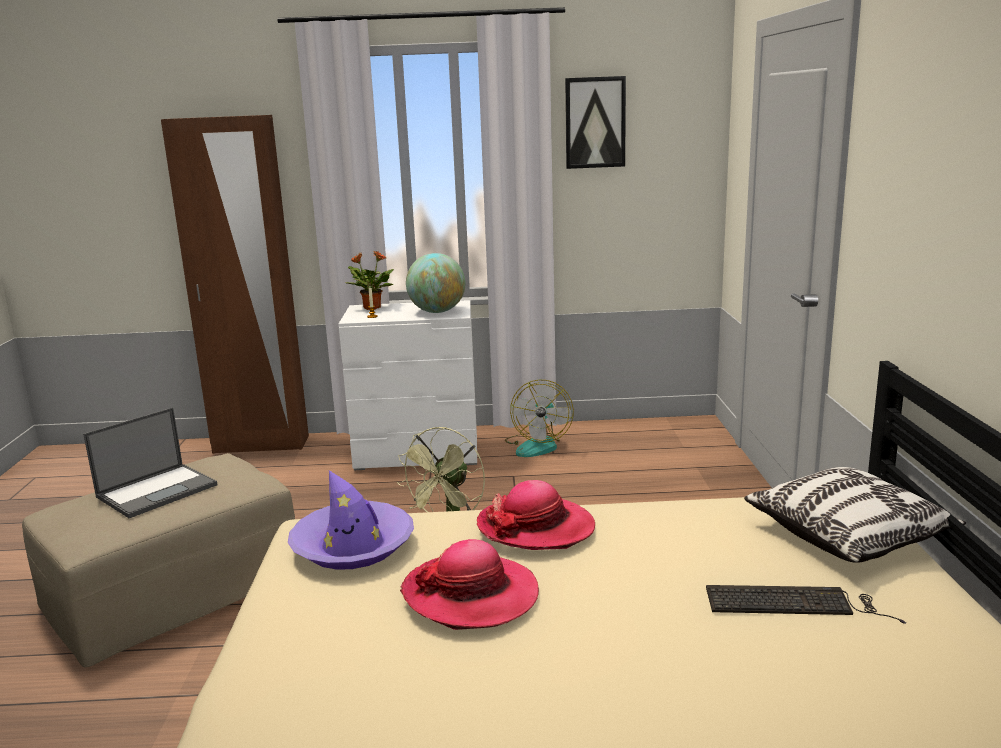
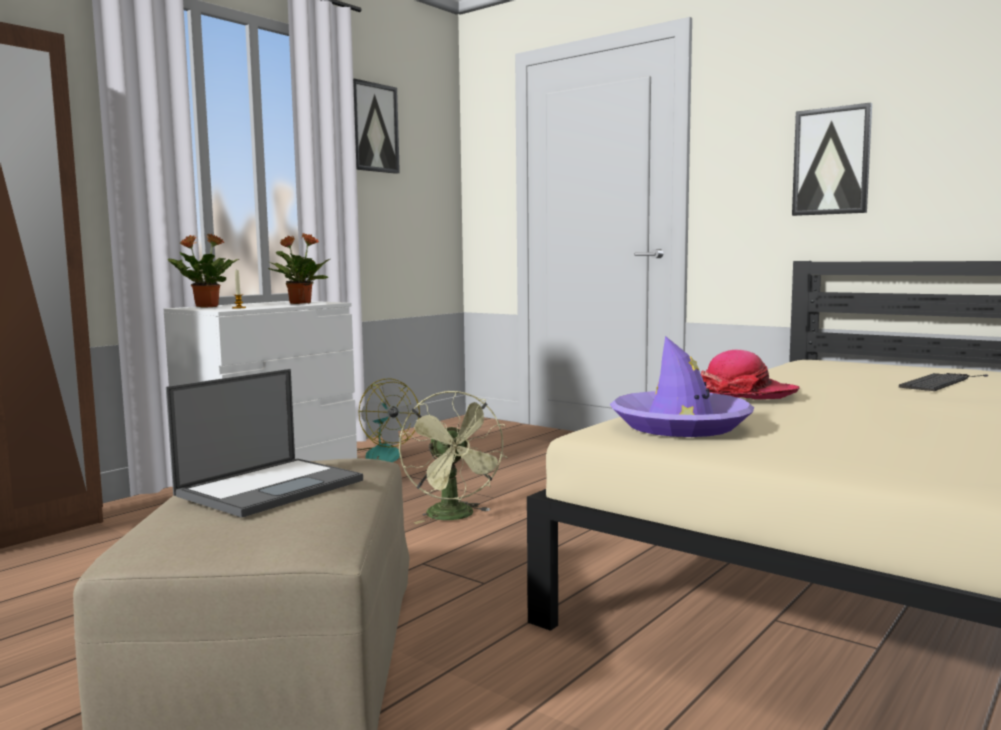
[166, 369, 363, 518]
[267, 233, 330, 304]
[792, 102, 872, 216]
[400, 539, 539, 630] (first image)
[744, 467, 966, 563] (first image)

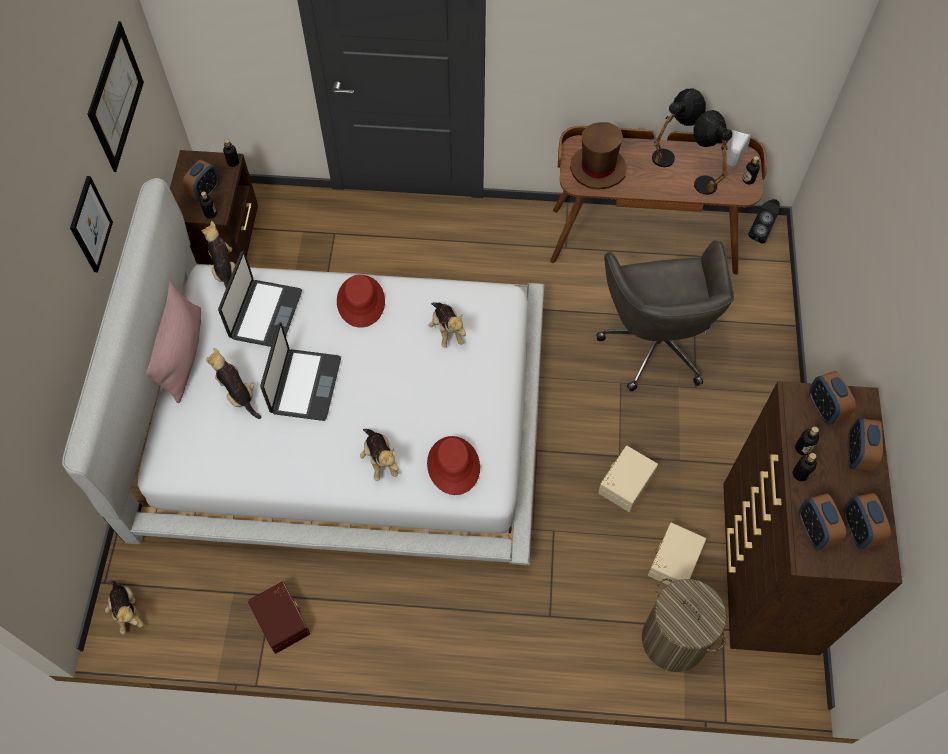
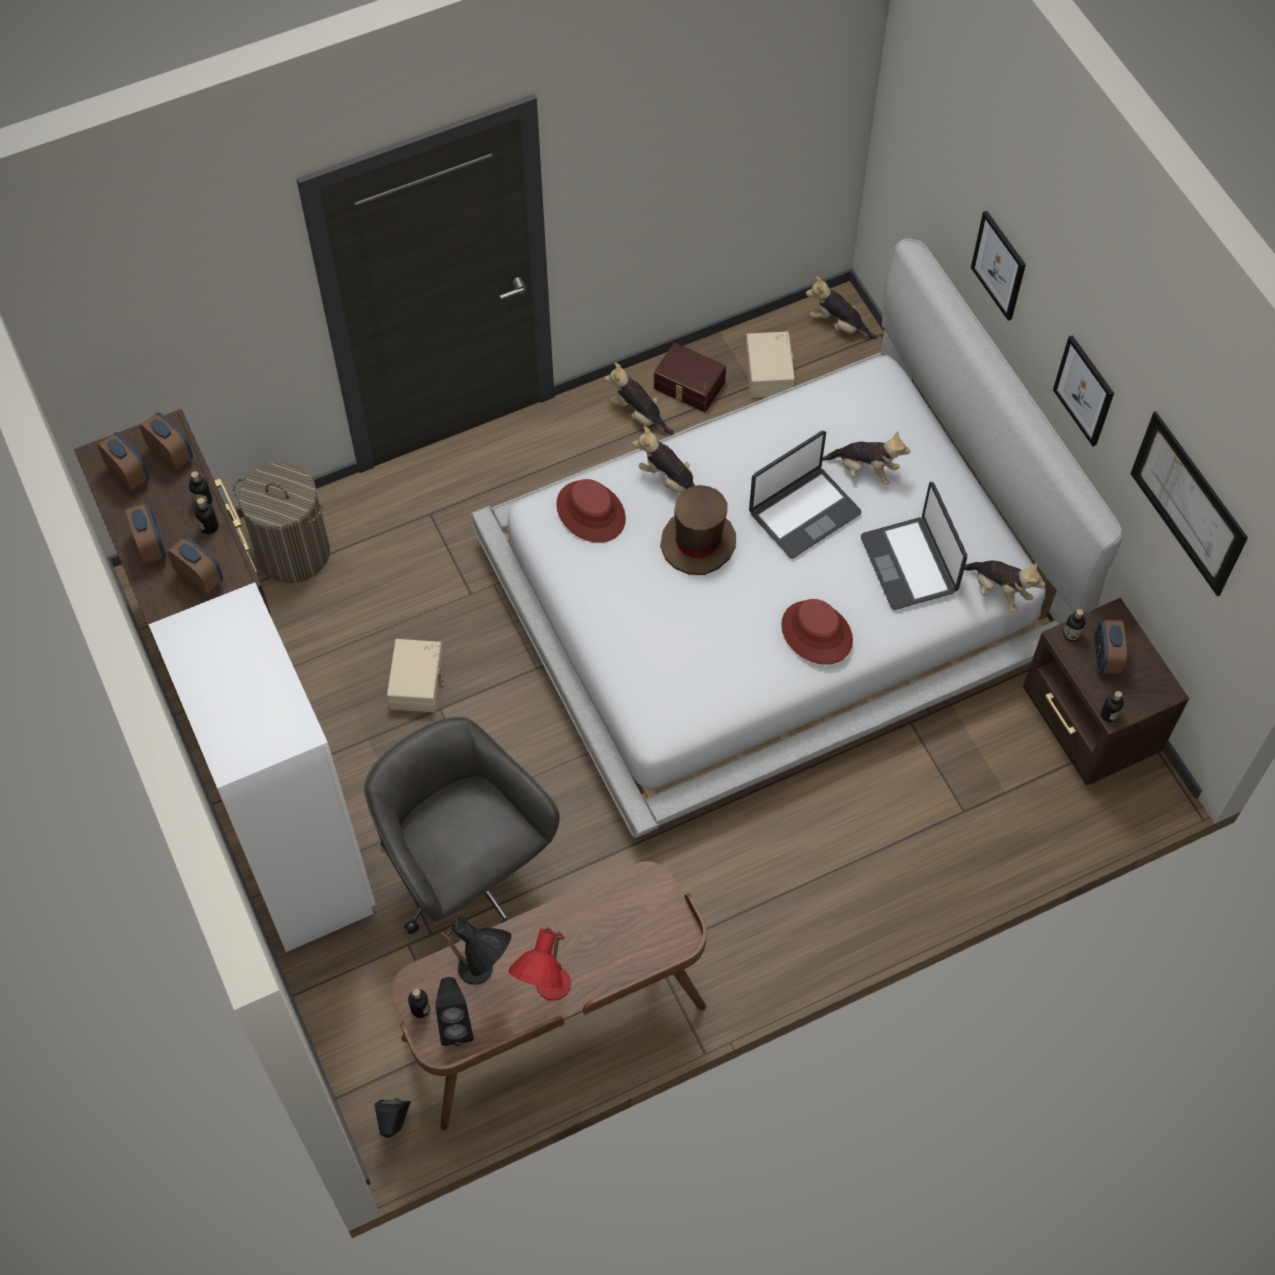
[149, 582, 376, 952]
[435, 977, 474, 1047]
[508, 928, 571, 1001]
[605, 362, 674, 435]
[660, 485, 736, 575]
[745, 331, 795, 398]
[749, 430, 862, 558]
[971, 211, 1026, 321]
[146, 280, 201, 403] (first image)

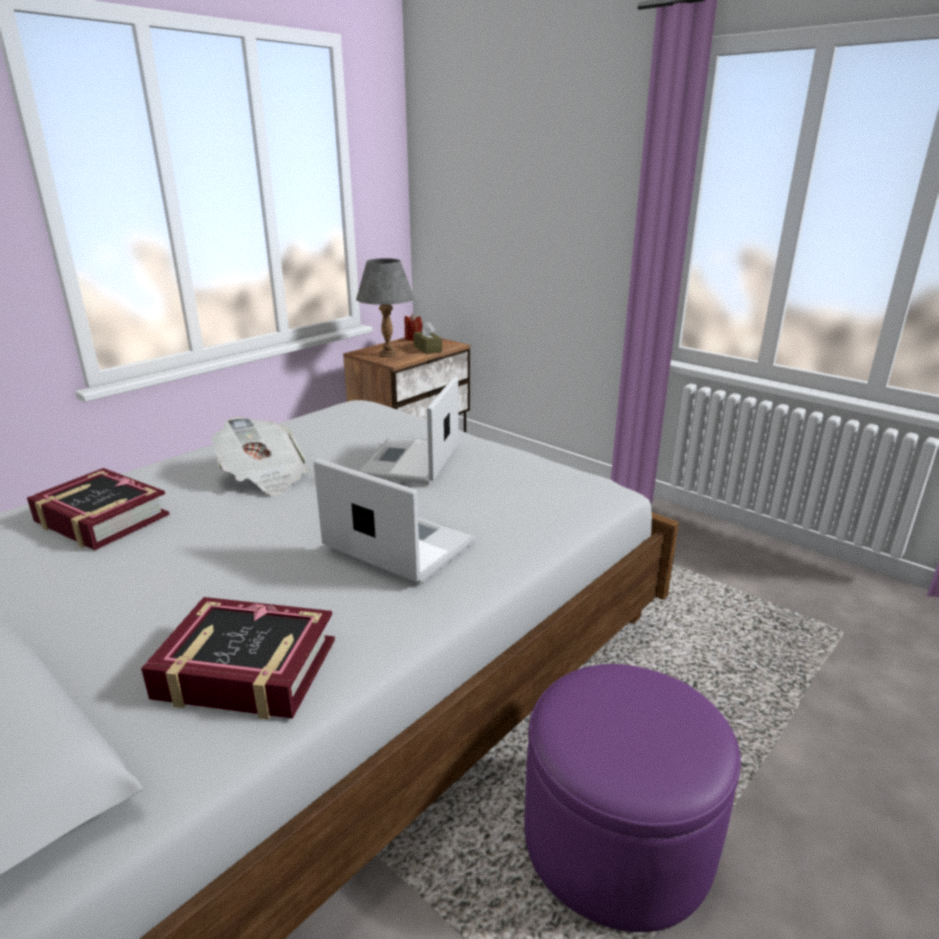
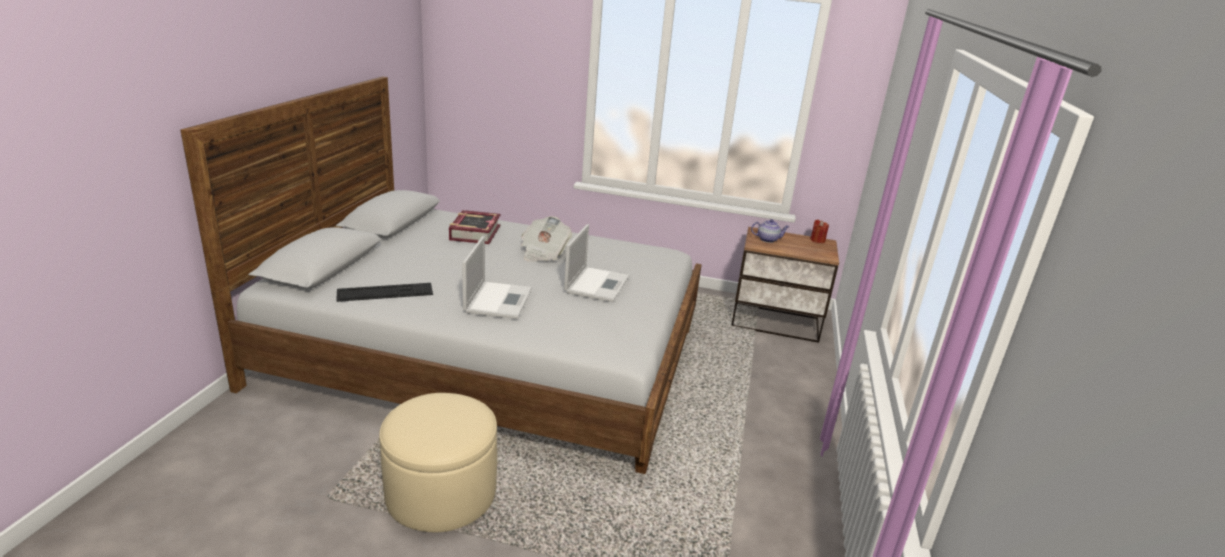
[336, 283, 433, 302]
[379, 393, 497, 532]
[564, 224, 630, 302]
[751, 219, 789, 243]
[413, 321, 442, 354] (first image)

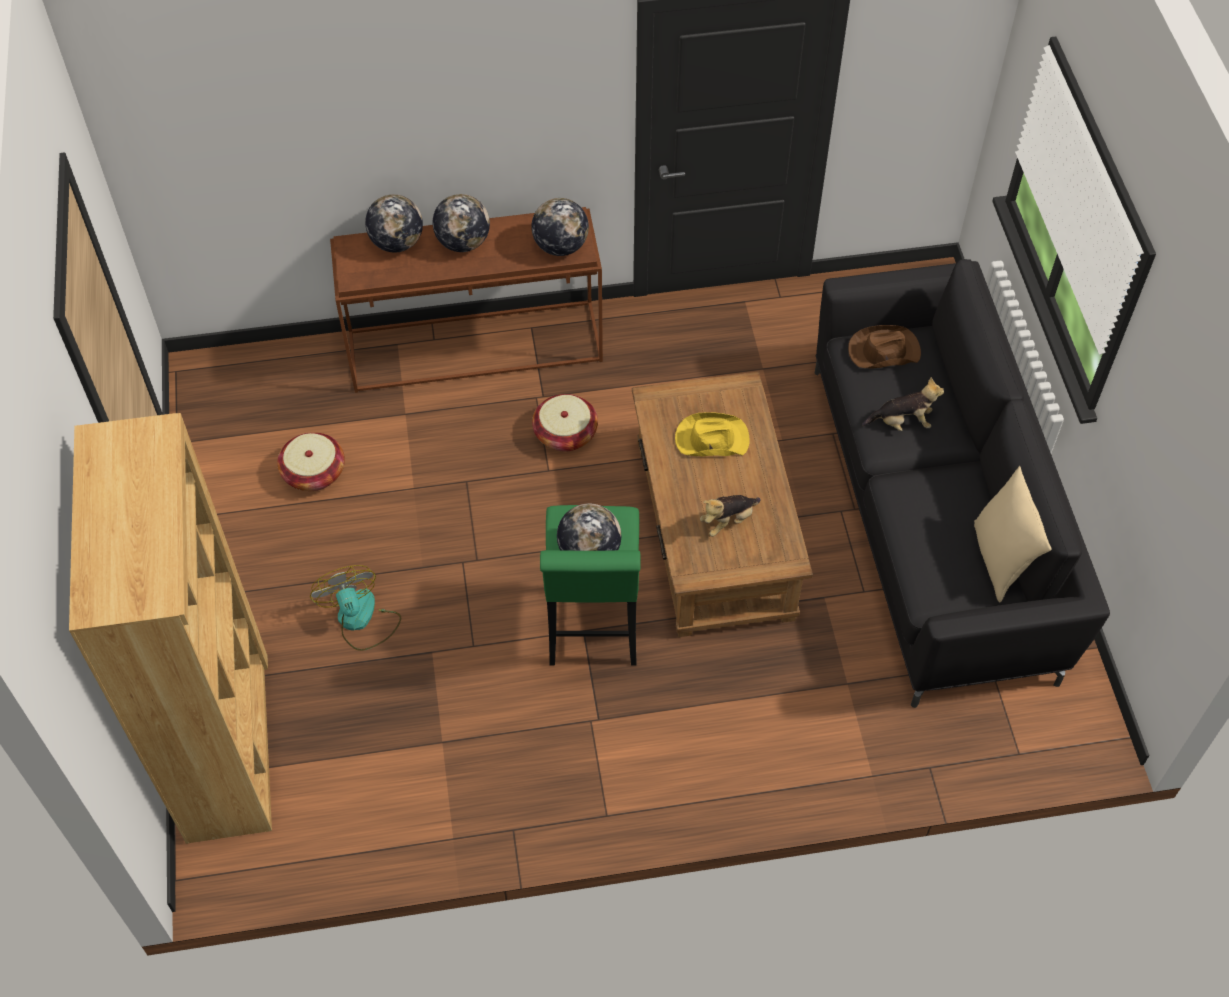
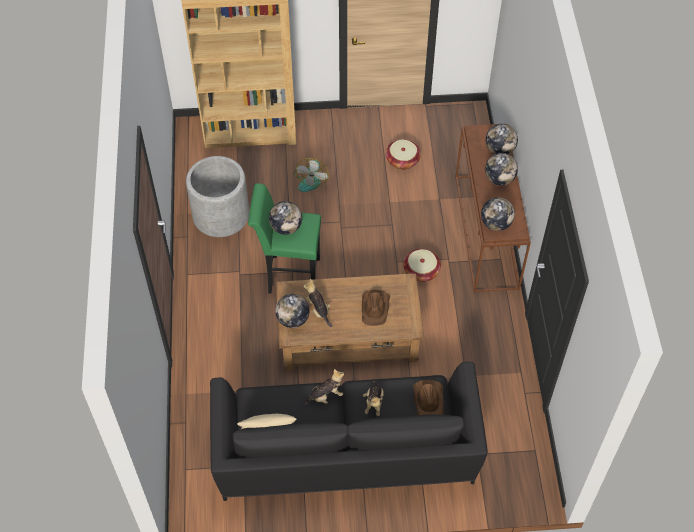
[186, 156, 249, 237]
[275, 294, 310, 328]
[294, 158, 329, 192]
[304, 369, 344, 407]
[362, 290, 390, 326]

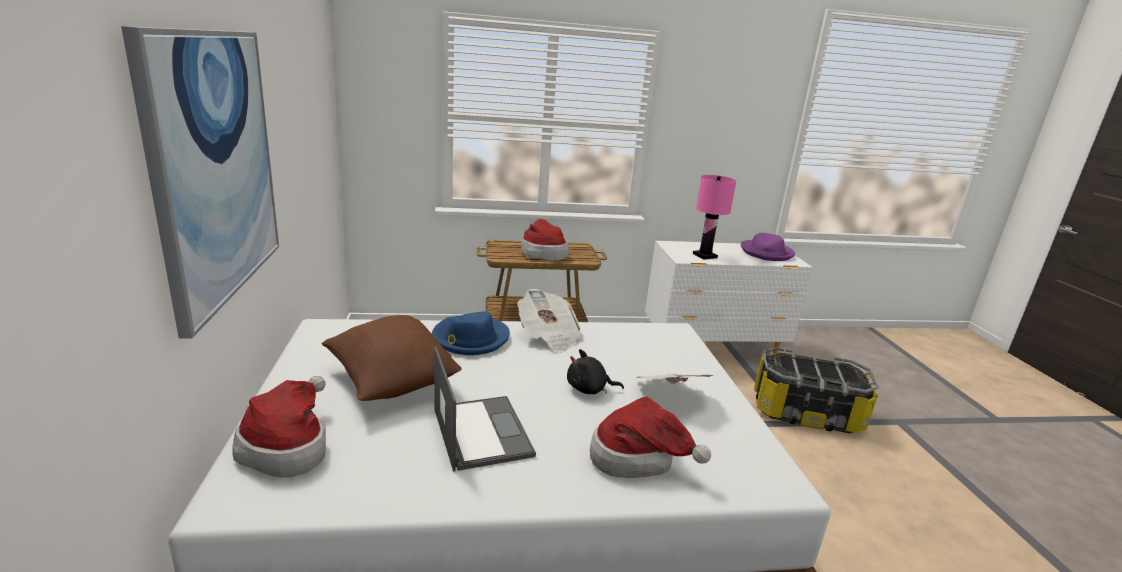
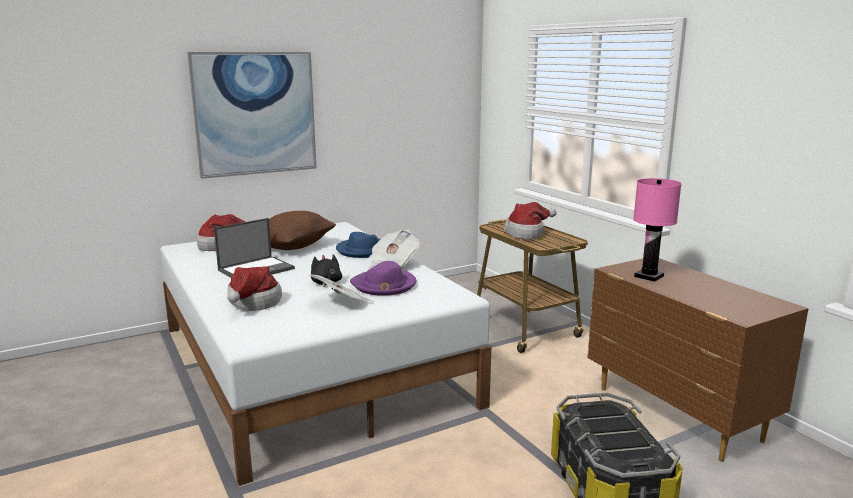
[350, 261, 416, 296]
[587, 258, 809, 462]

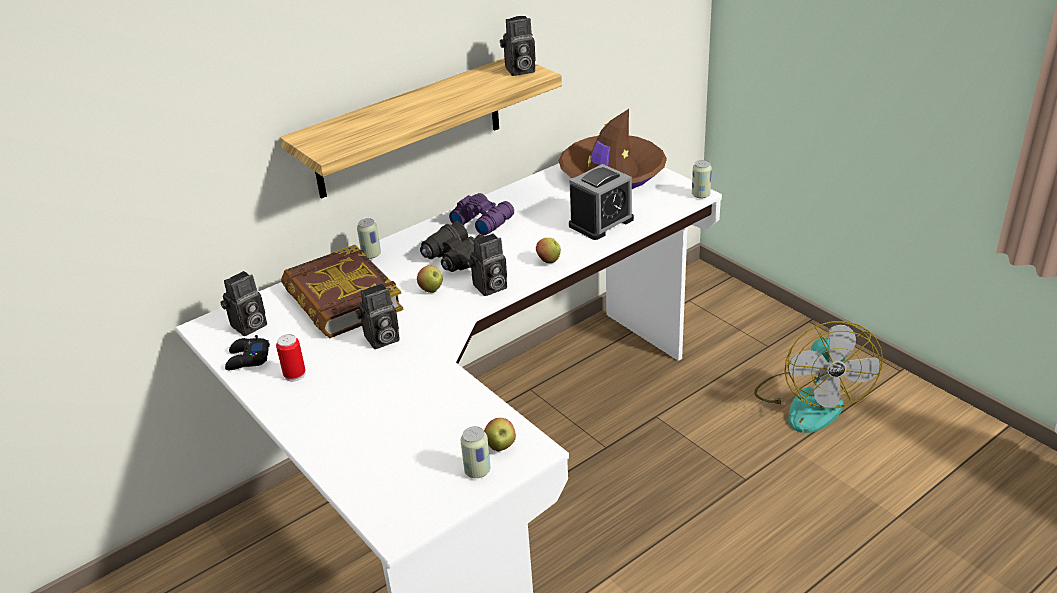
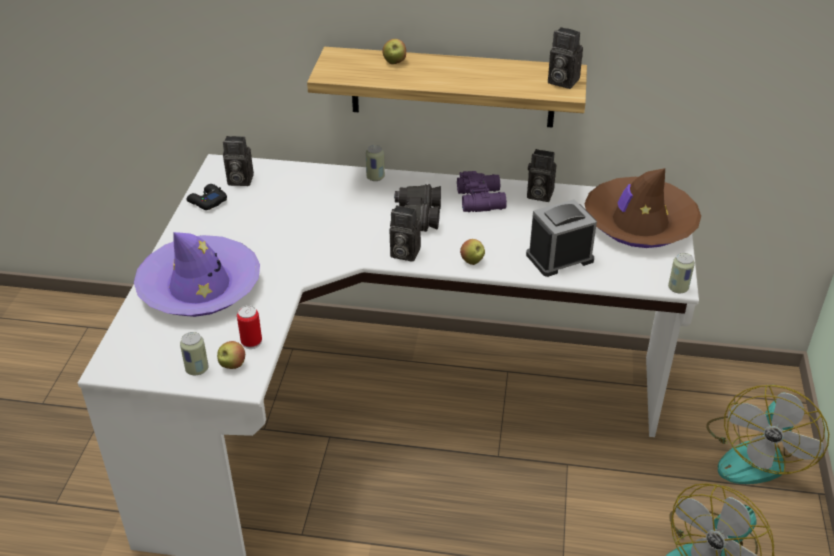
[134, 232, 260, 317]
[237, 305, 262, 349]
[382, 39, 406, 64]
[526, 199, 597, 277]
[527, 149, 556, 202]
[706, 385, 829, 484]
[281, 245, 404, 339] (first image)

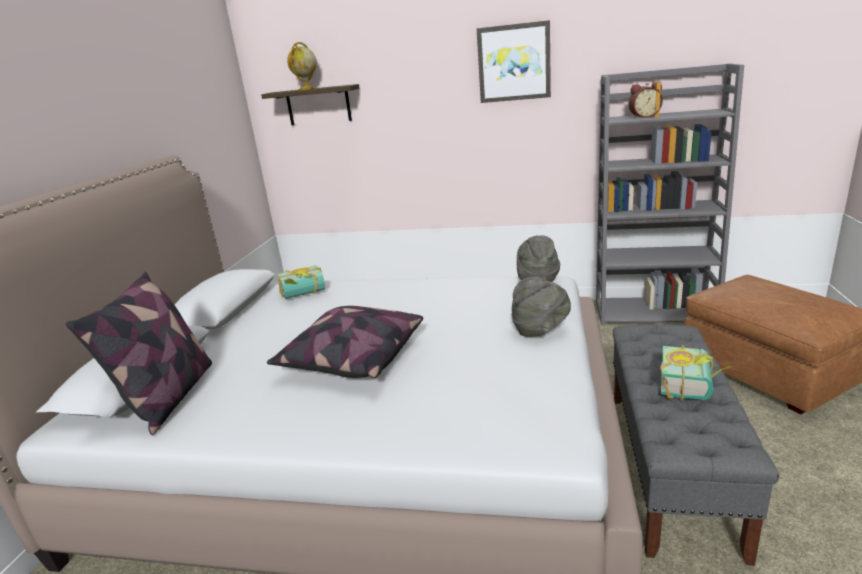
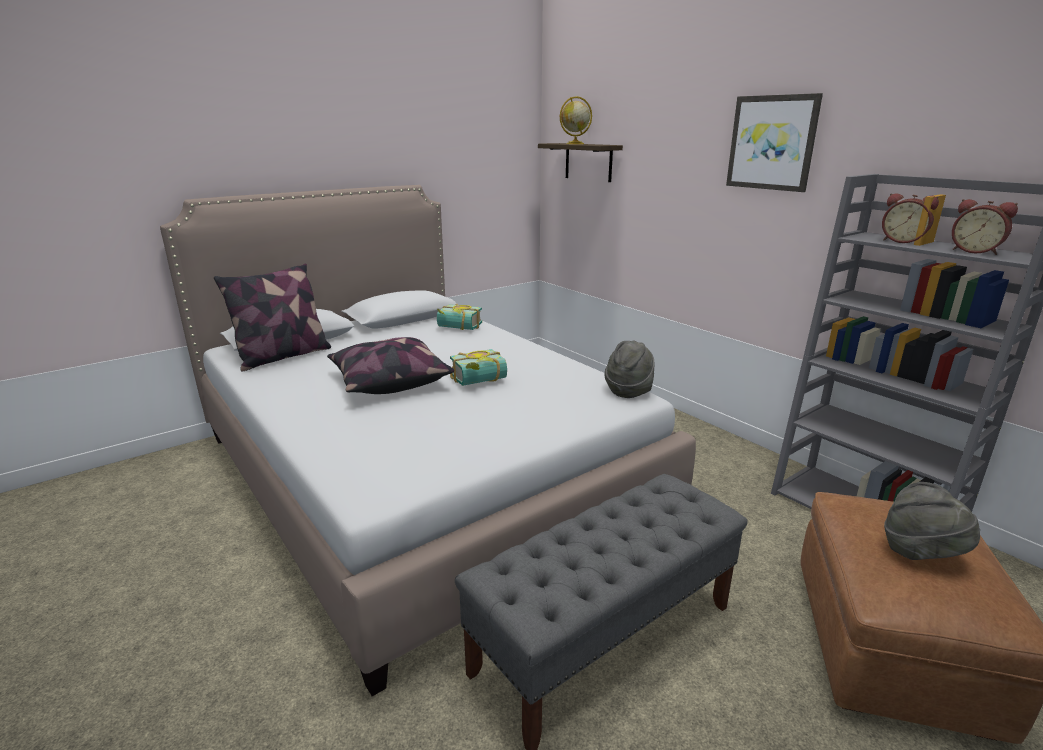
[450, 349, 507, 386]
[884, 482, 980, 560]
[952, 199, 1018, 255]

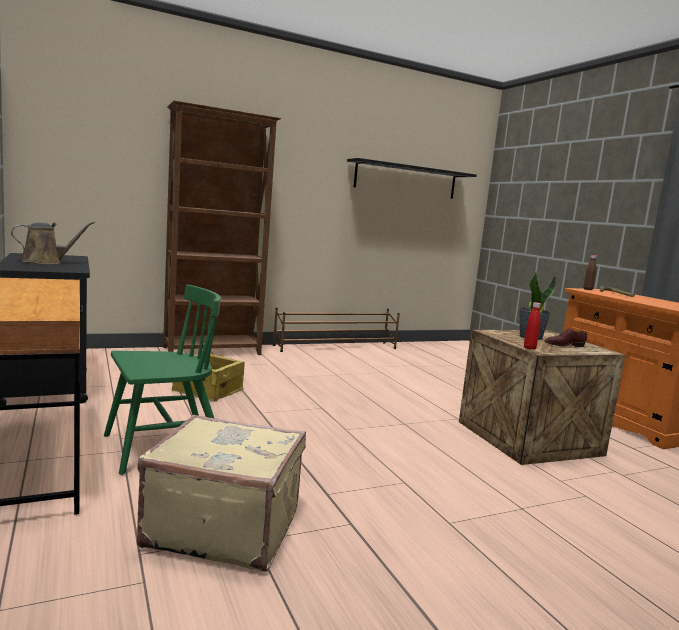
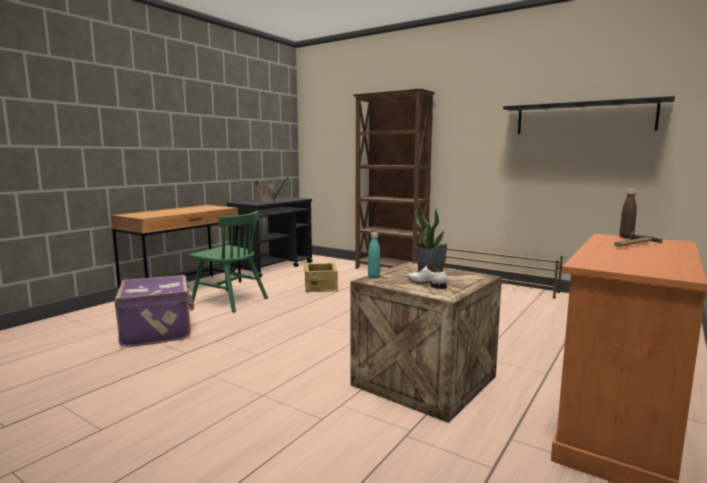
[114, 275, 195, 347]
[368, 232, 380, 279]
[408, 266, 447, 289]

